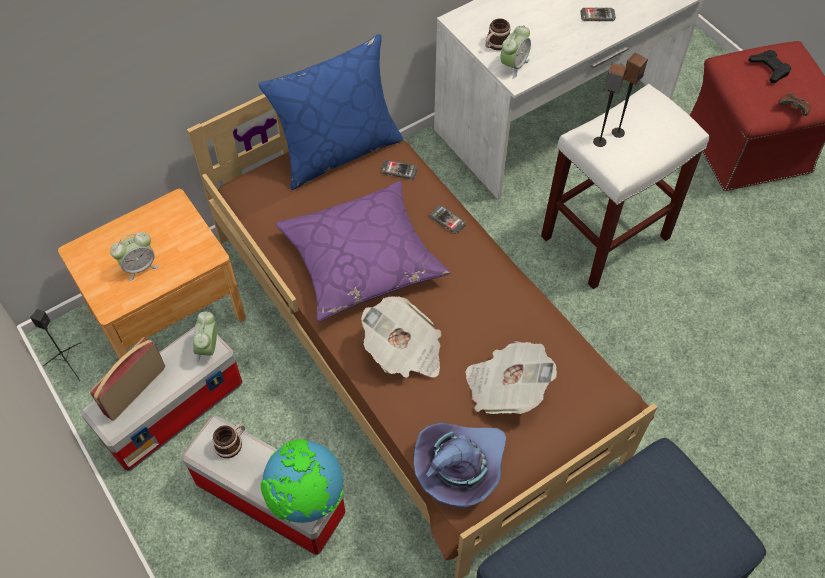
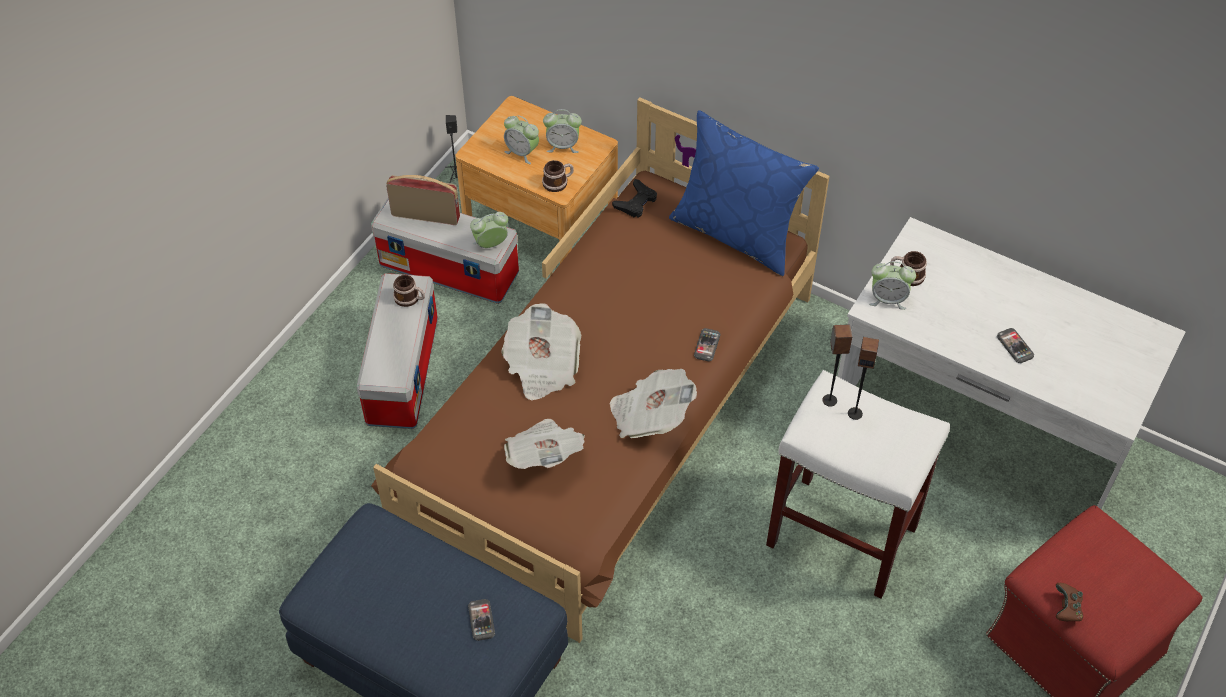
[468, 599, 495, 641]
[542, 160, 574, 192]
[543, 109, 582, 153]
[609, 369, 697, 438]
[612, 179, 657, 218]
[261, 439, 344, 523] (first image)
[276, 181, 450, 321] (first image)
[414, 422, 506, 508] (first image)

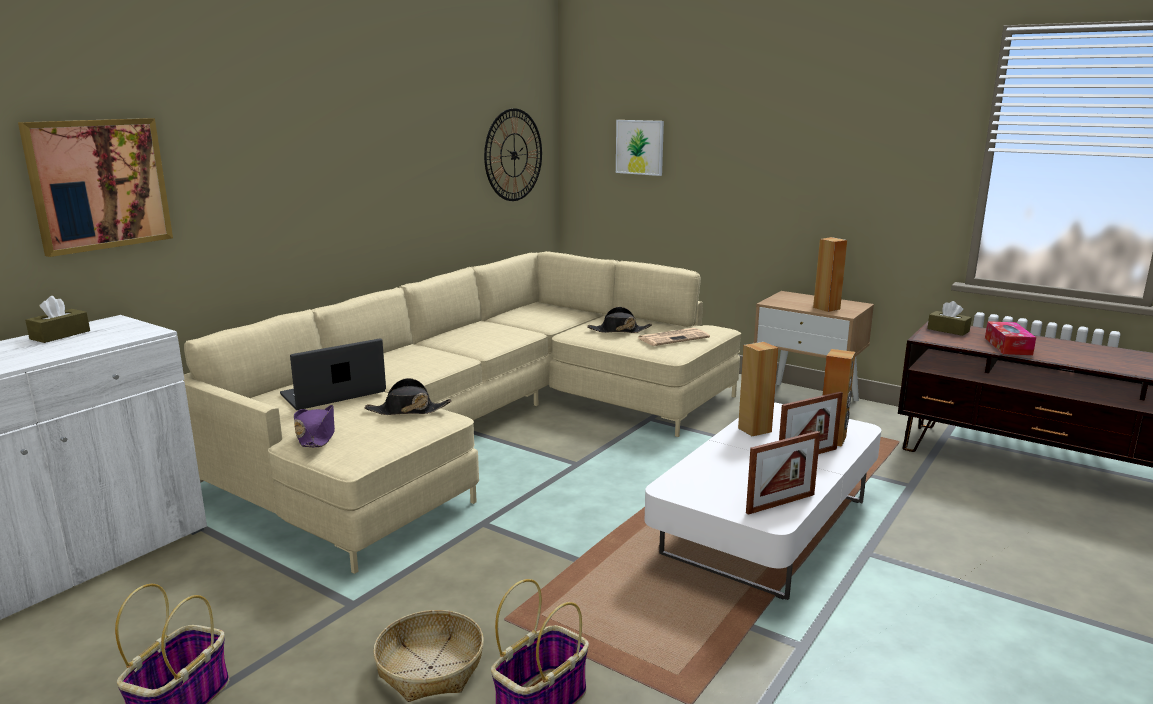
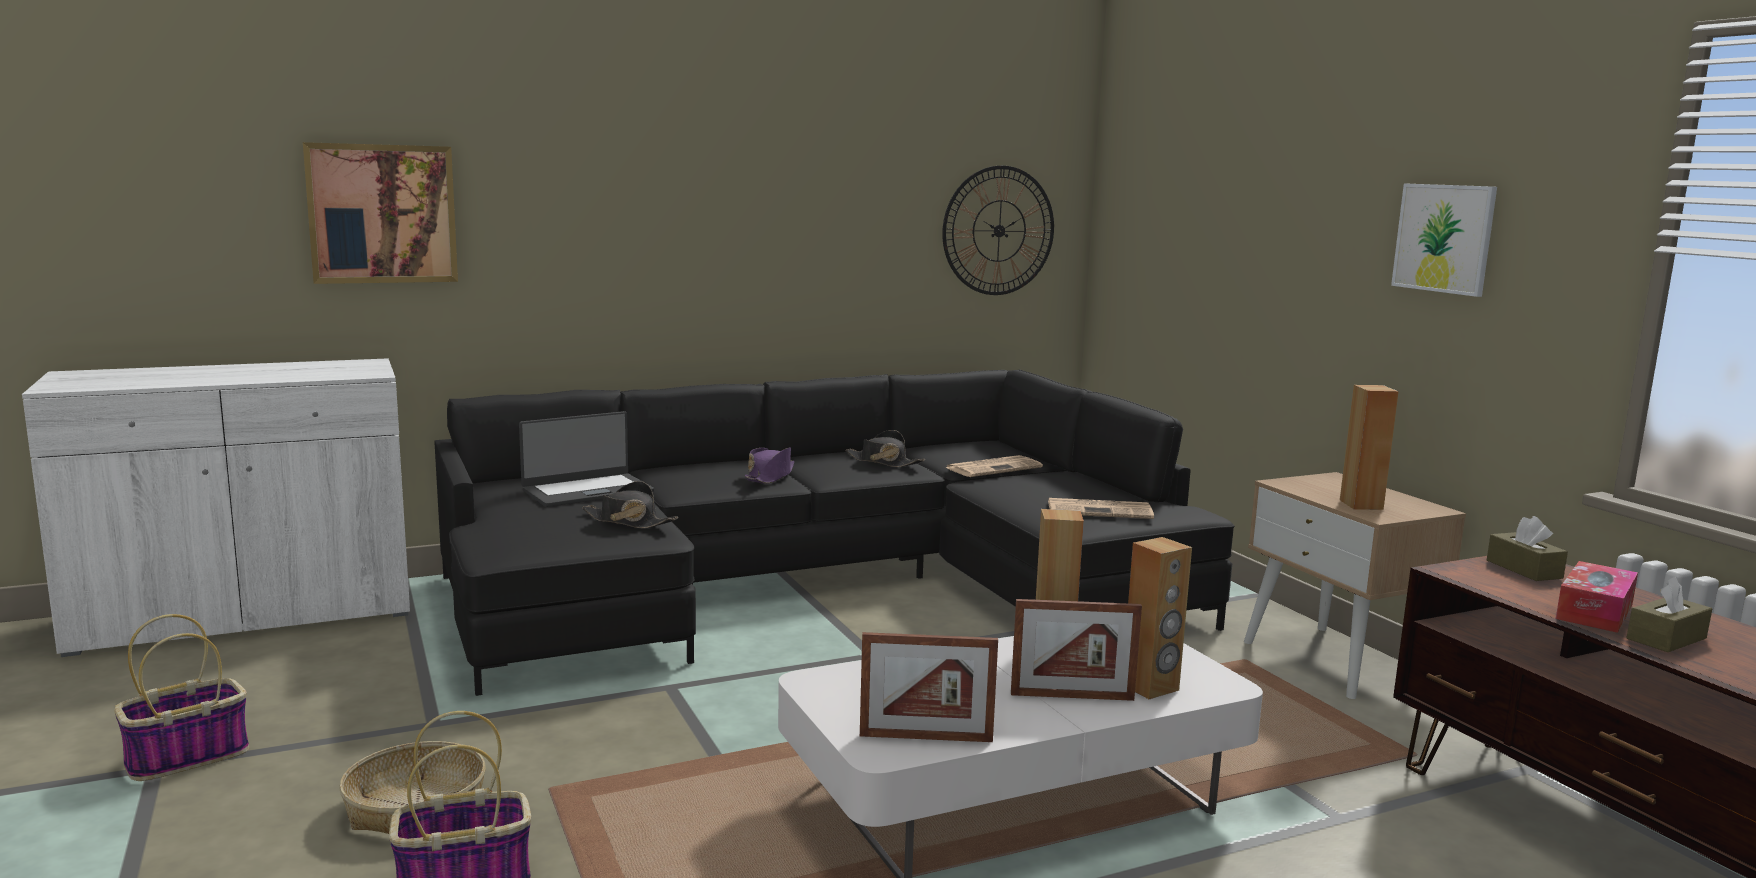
[434, 370, 1235, 696]
[519, 411, 654, 507]
[745, 447, 794, 484]
[845, 430, 925, 467]
[945, 455, 1043, 477]
[1391, 184, 1497, 297]
[1627, 577, 1712, 652]

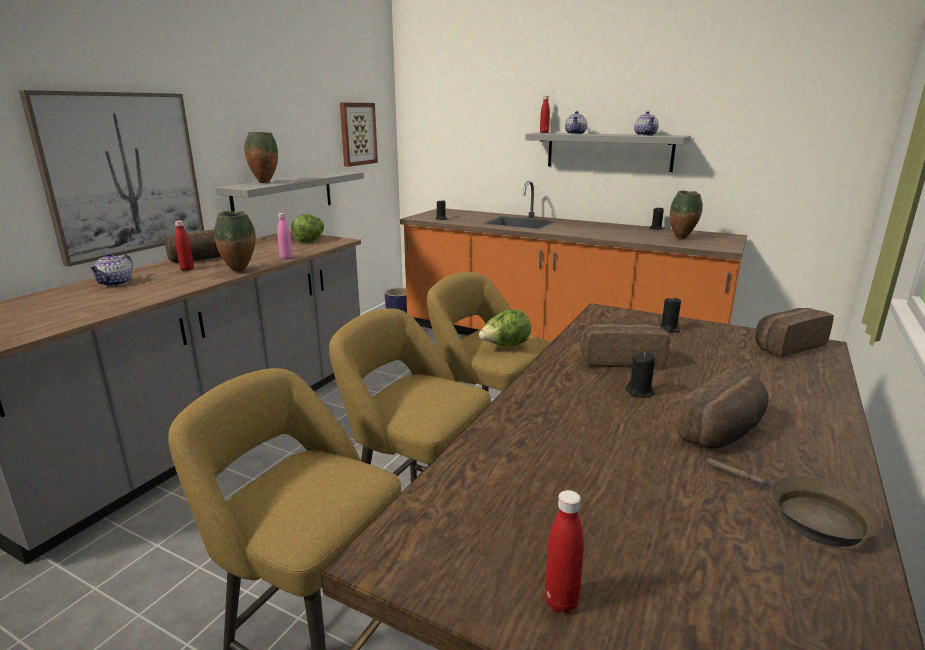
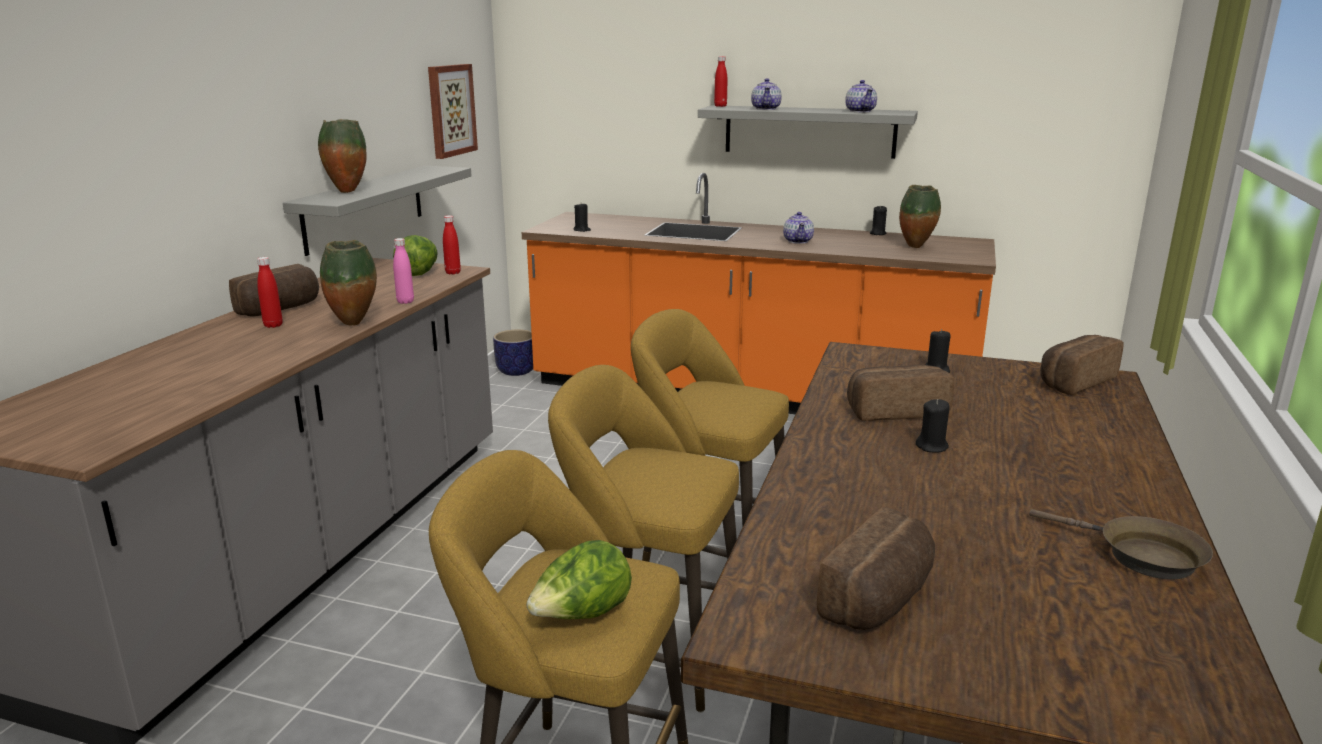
[443, 215, 461, 274]
[526, 540, 632, 619]
[783, 212, 814, 244]
[817, 507, 935, 630]
[19, 90, 204, 267] (first image)

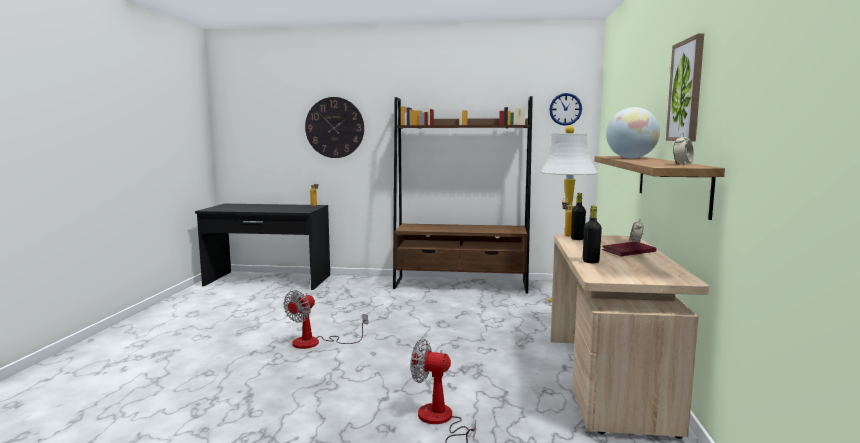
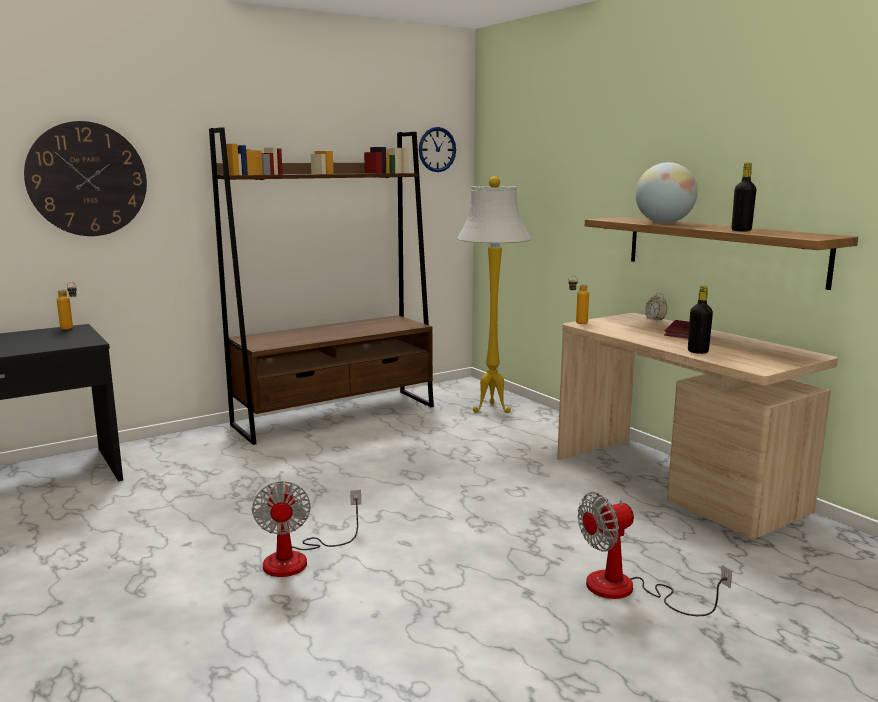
[732, 163, 756, 232]
[666, 33, 704, 141] (first image)
[673, 132, 694, 165] (first image)

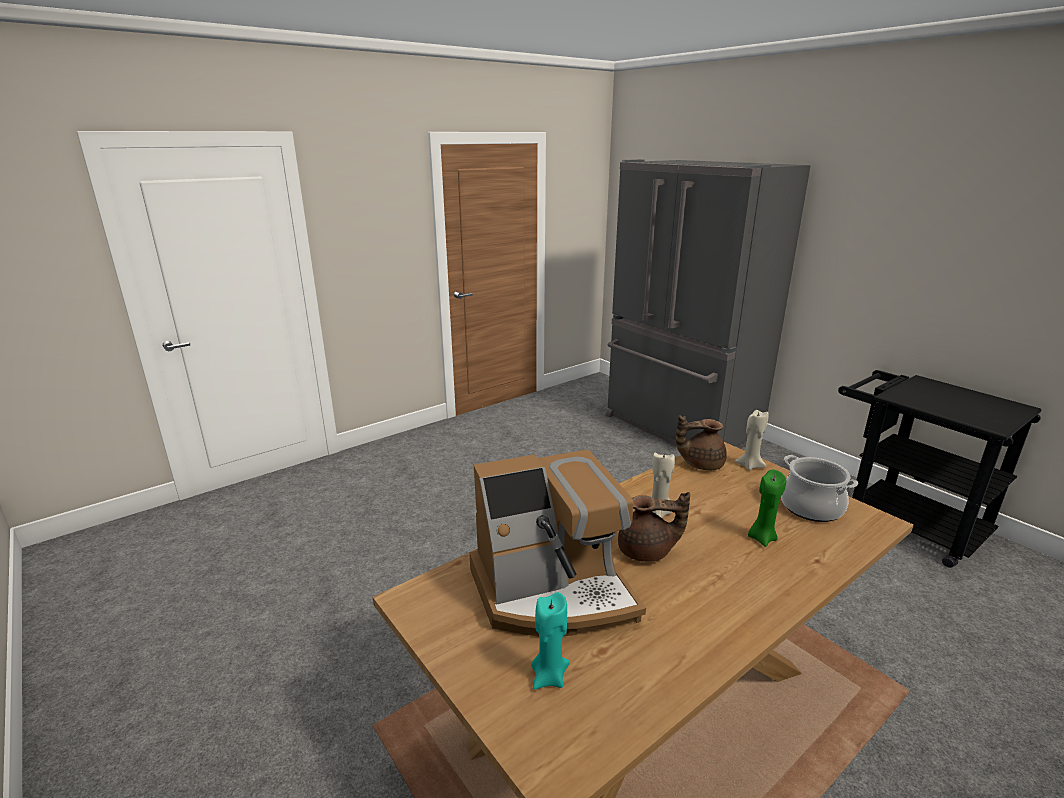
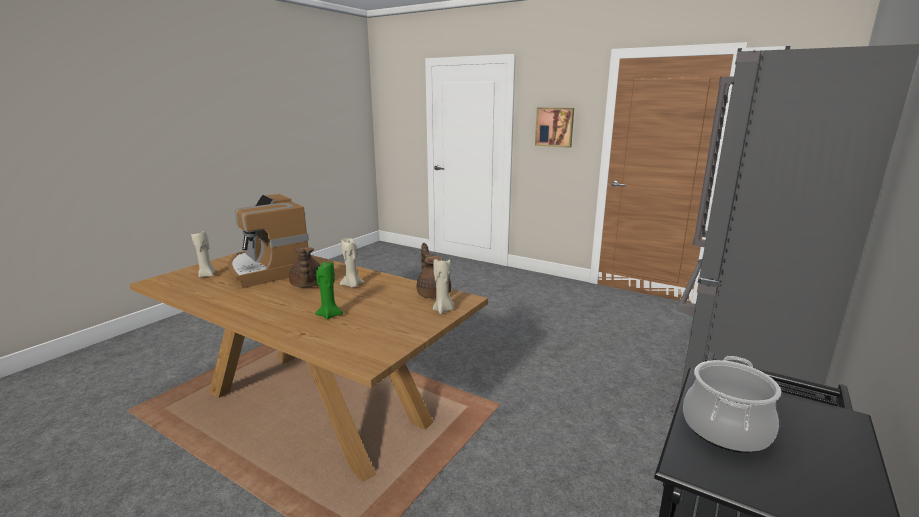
[191, 230, 215, 278]
[535, 107, 574, 148]
[683, 356, 781, 453]

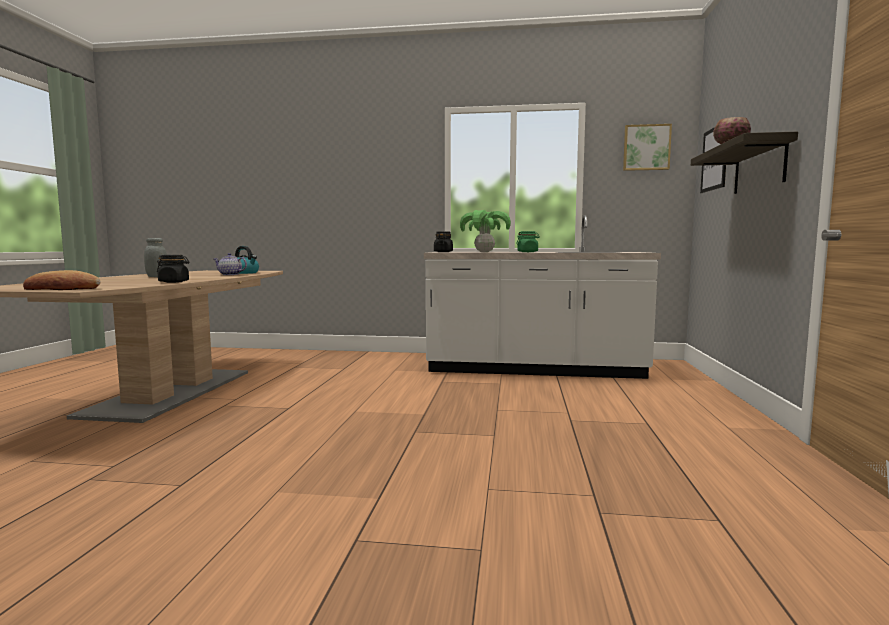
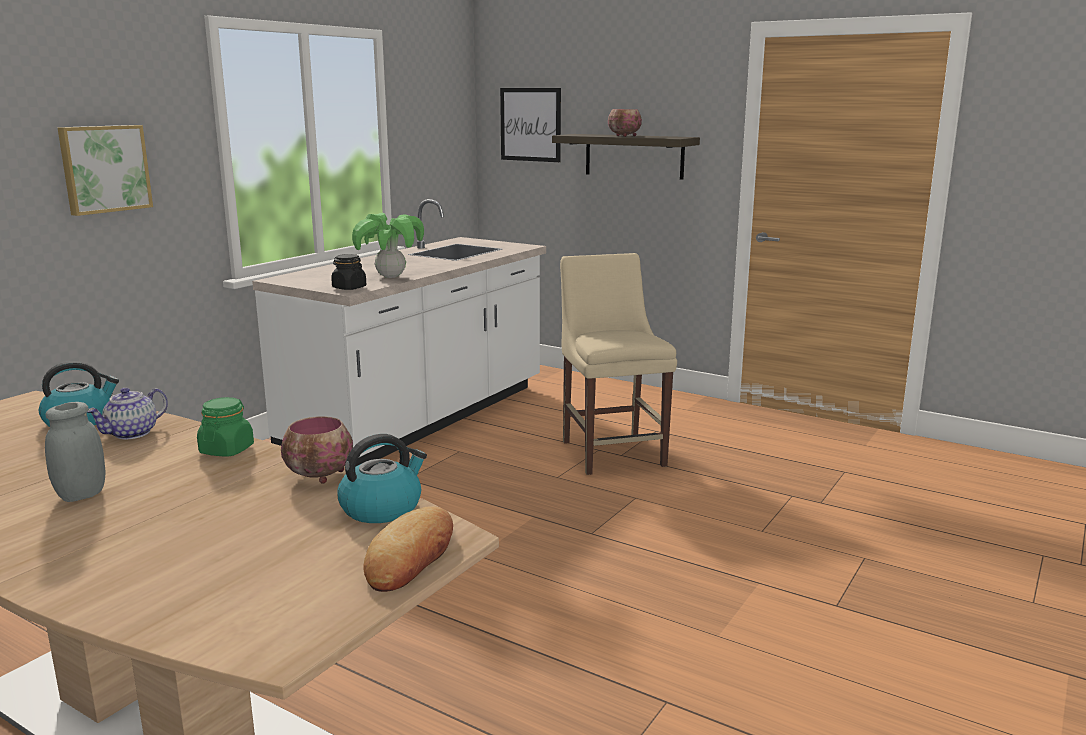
[57, 125, 153, 216]
[197, 397, 254, 456]
[281, 416, 353, 484]
[337, 434, 427, 523]
[560, 253, 677, 475]

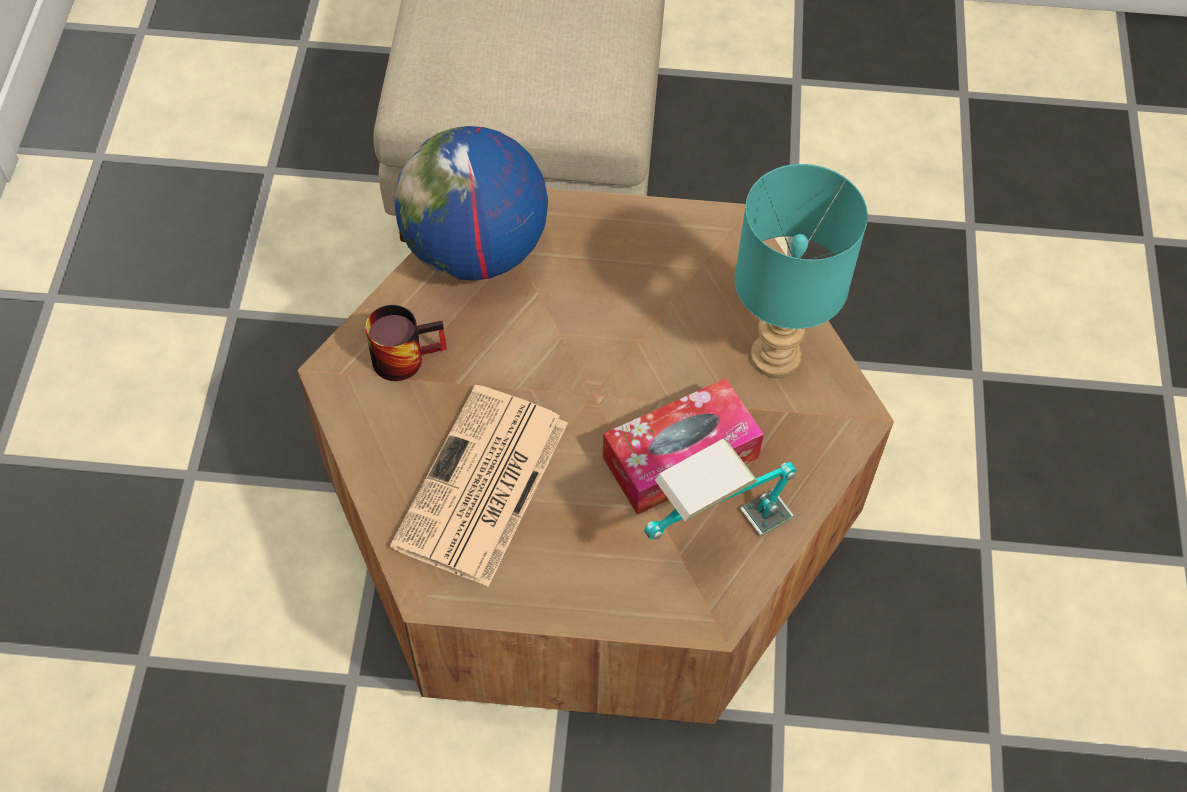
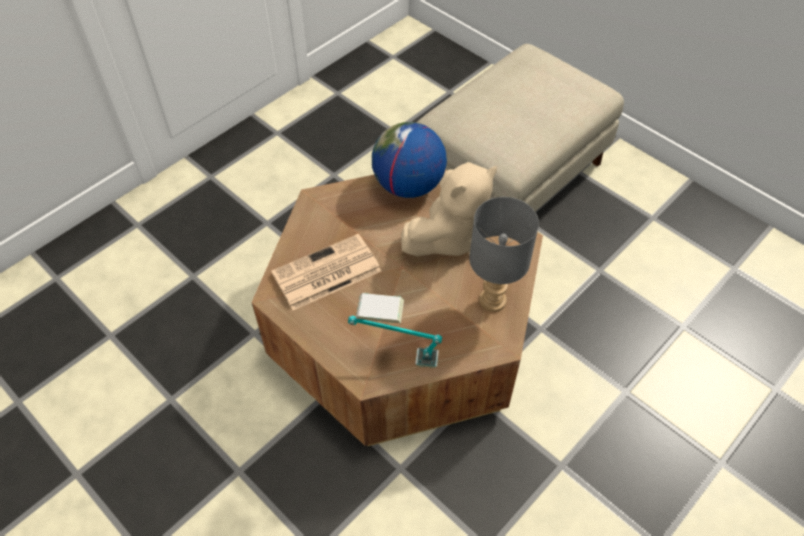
[401, 162, 497, 256]
[469, 197, 539, 312]
[365, 305, 447, 381] (first image)
[603, 378, 764, 515] (first image)

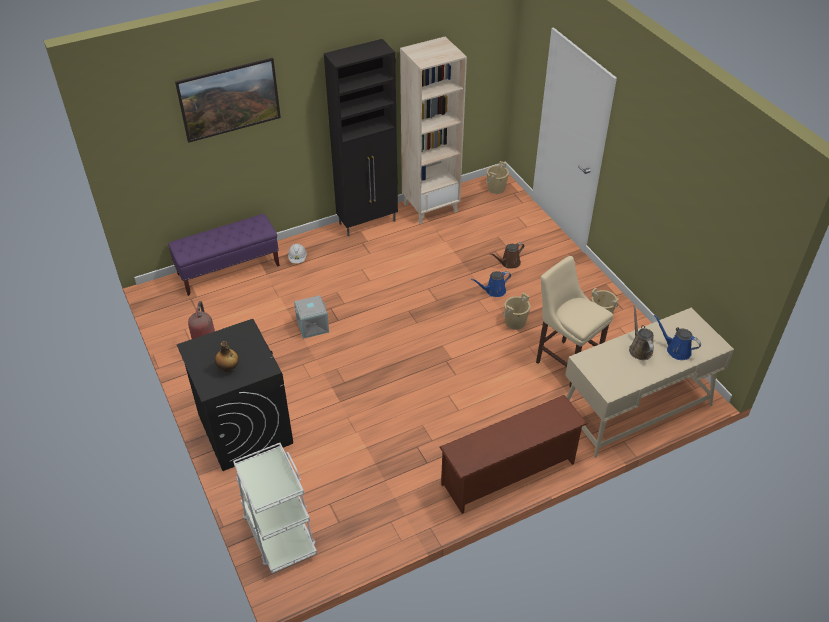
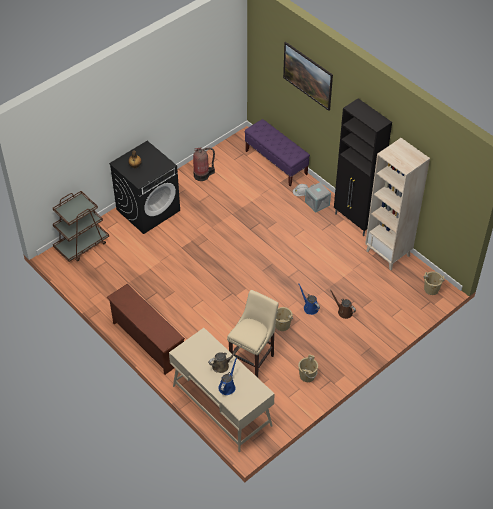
[53, 191, 109, 262]
[305, 182, 331, 213]

